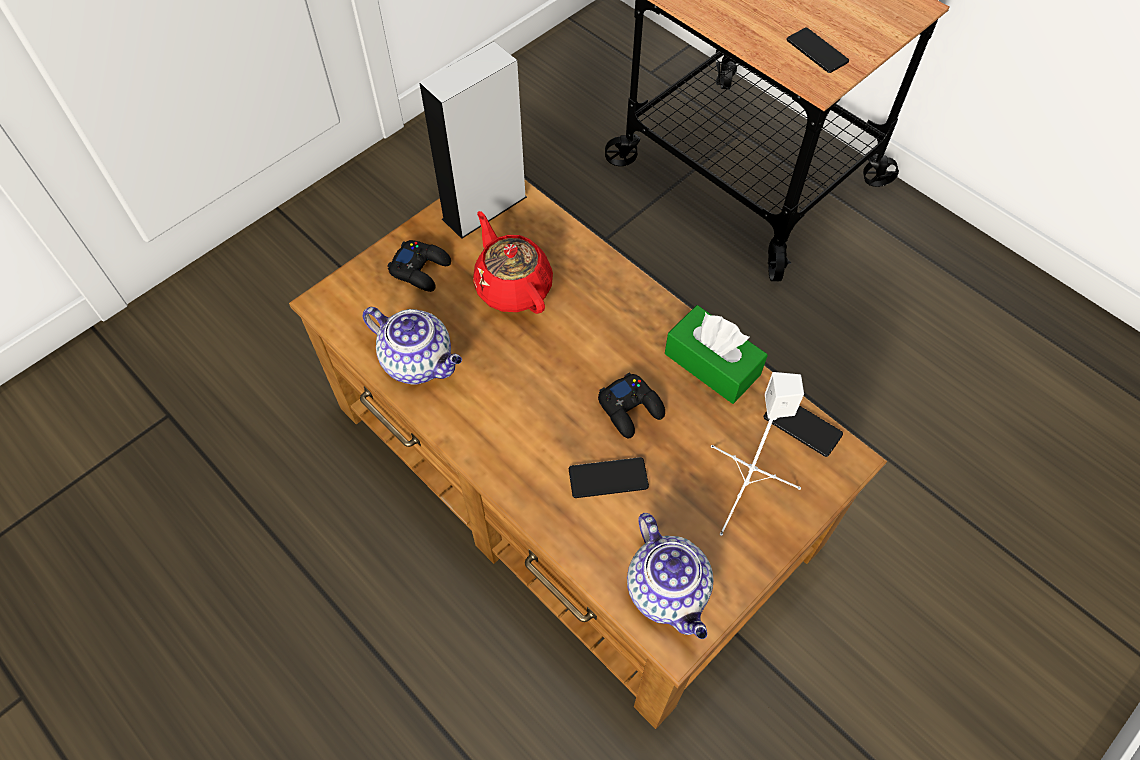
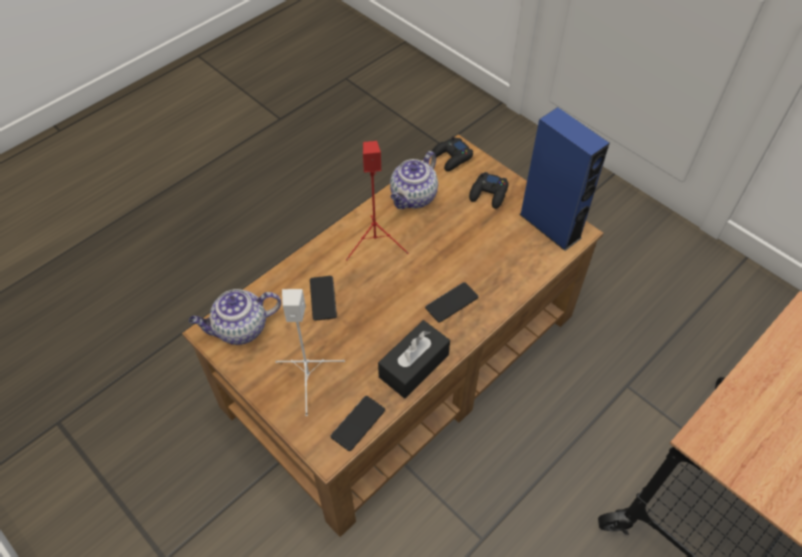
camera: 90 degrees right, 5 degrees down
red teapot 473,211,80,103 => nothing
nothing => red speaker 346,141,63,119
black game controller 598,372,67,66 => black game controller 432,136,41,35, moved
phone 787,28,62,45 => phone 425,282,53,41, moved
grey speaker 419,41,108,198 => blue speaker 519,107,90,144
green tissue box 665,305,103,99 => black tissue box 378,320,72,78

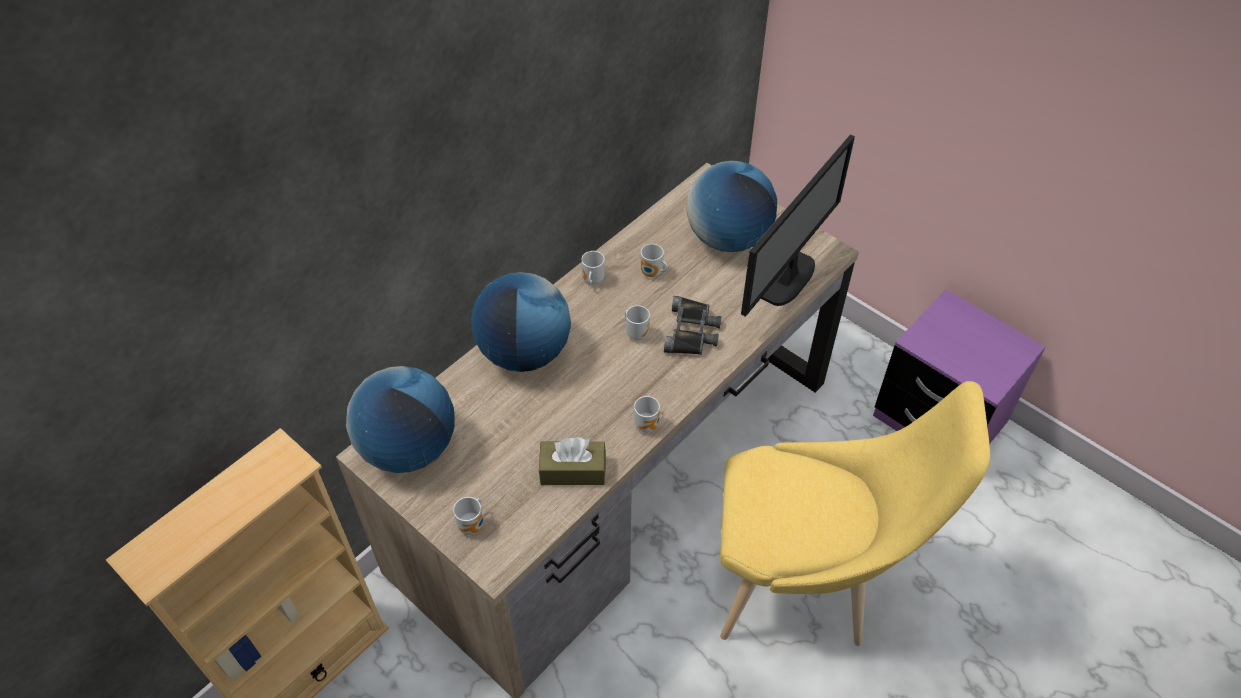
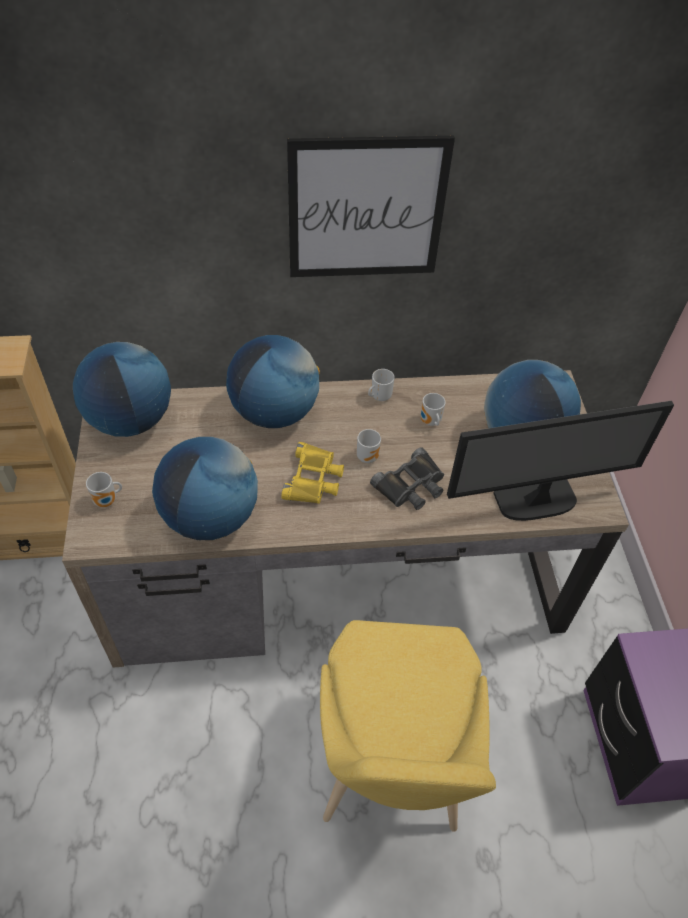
camera: 40 degrees right, 0 degrees up
mug 634,396,26,36 => nothing
nothing => yellow binoculars 281,442,63,62
nothing => picture 287,136,168,141
brown tissue box 539,437,67,48 => globe 152,437,106,103
yellow chair 720,381,270,265 => yellow chair 320,620,176,212, 45 degrees clockwise

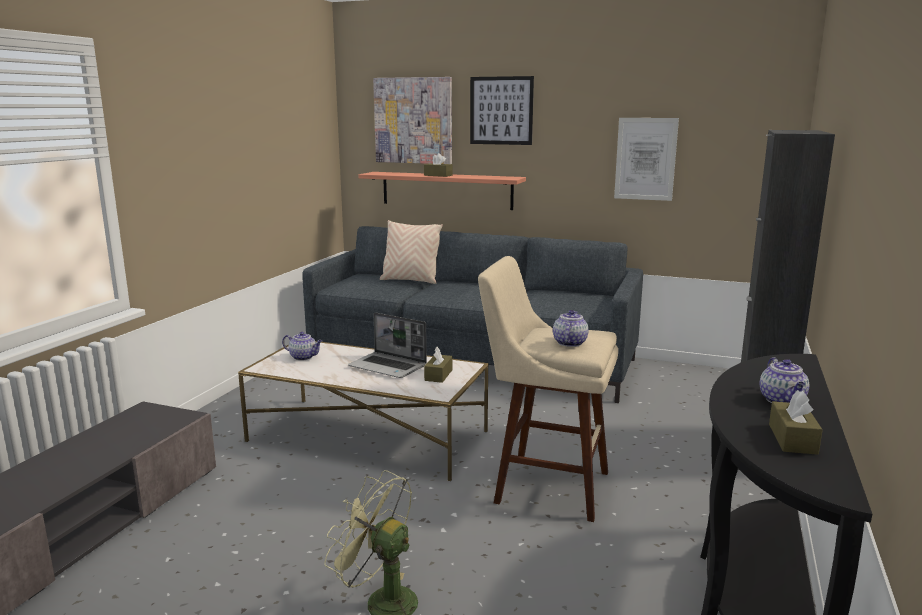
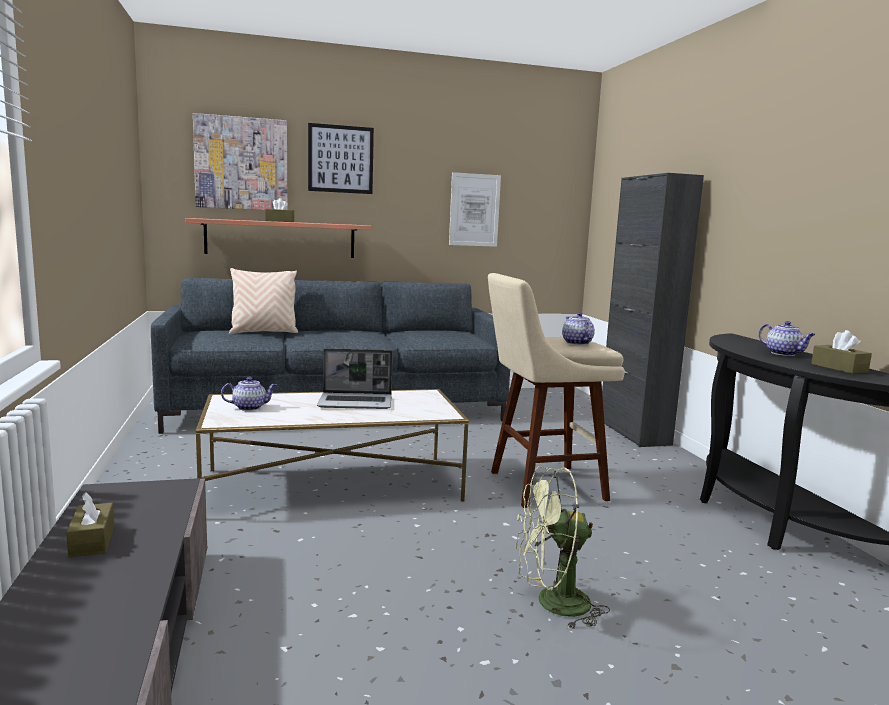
camera: 35 degrees left, 5 degrees down
brown tissue box 424,347,29,36 => brown tissue box 66,492,48,65, moved

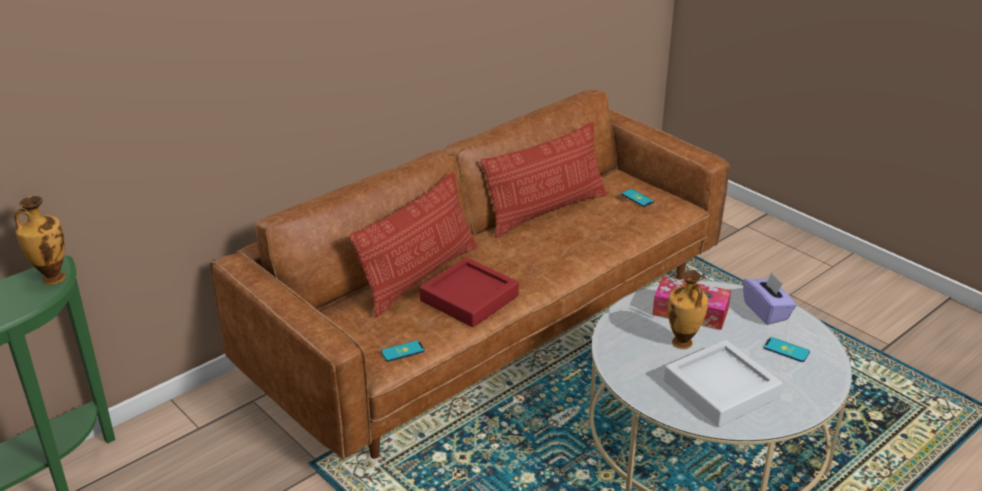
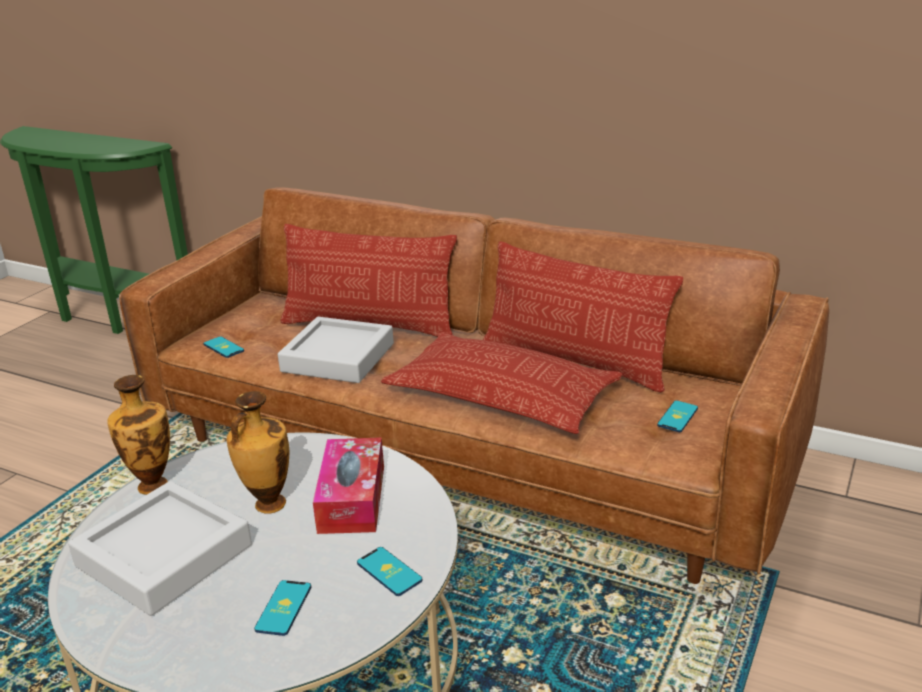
camera: 70 degrees right, 5 degrees down
nothing => pillow 381,332,242,102
vase 14,196,52,89 => vase 107,375,63,120, moved
purple tissue box 743,272,54,52 => phone 357,547,65,49
red tray 419,257,100,70 => grey tray 278,317,116,66

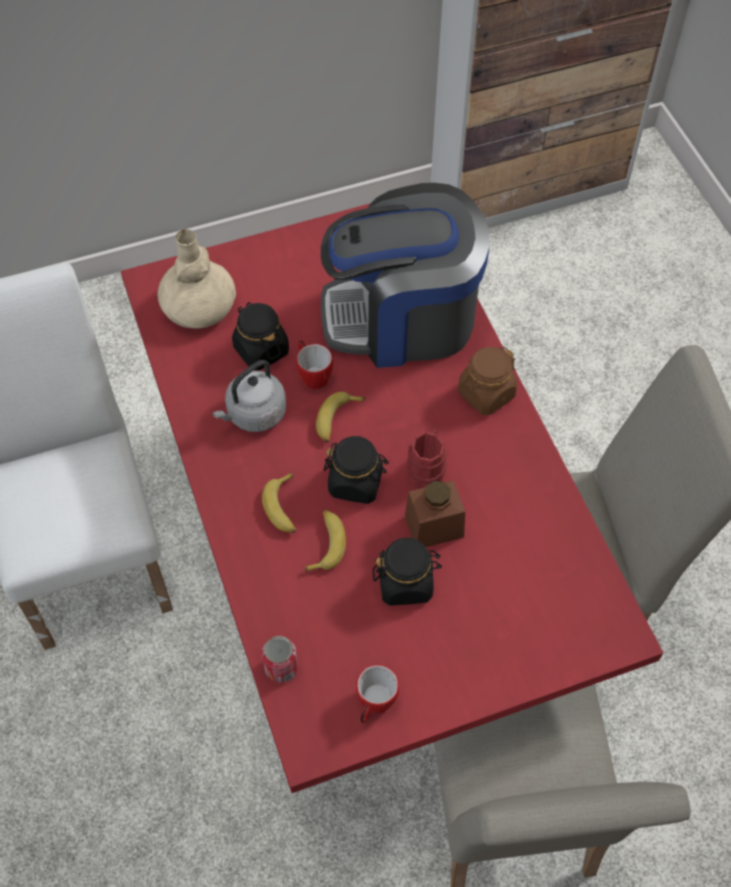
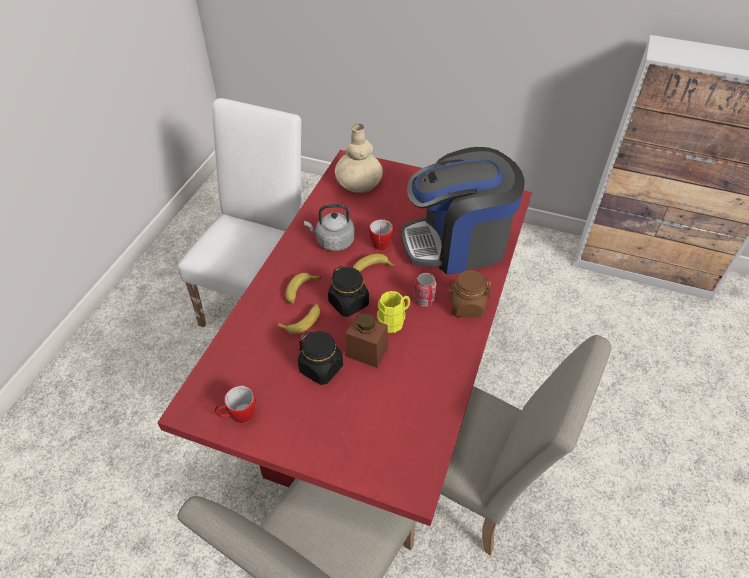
camera: 40 degrees right, 10 degrees down
black jar 232,302,57,68 => nothing
can 262,636,36,47 => can 414,273,22,33, moved
red mug 407,428,40,60 => yellow mug 377,291,33,42
coffee machine 321,183,169,185 => coffee machine 401,147,124,128, 45 degrees counterclockwise

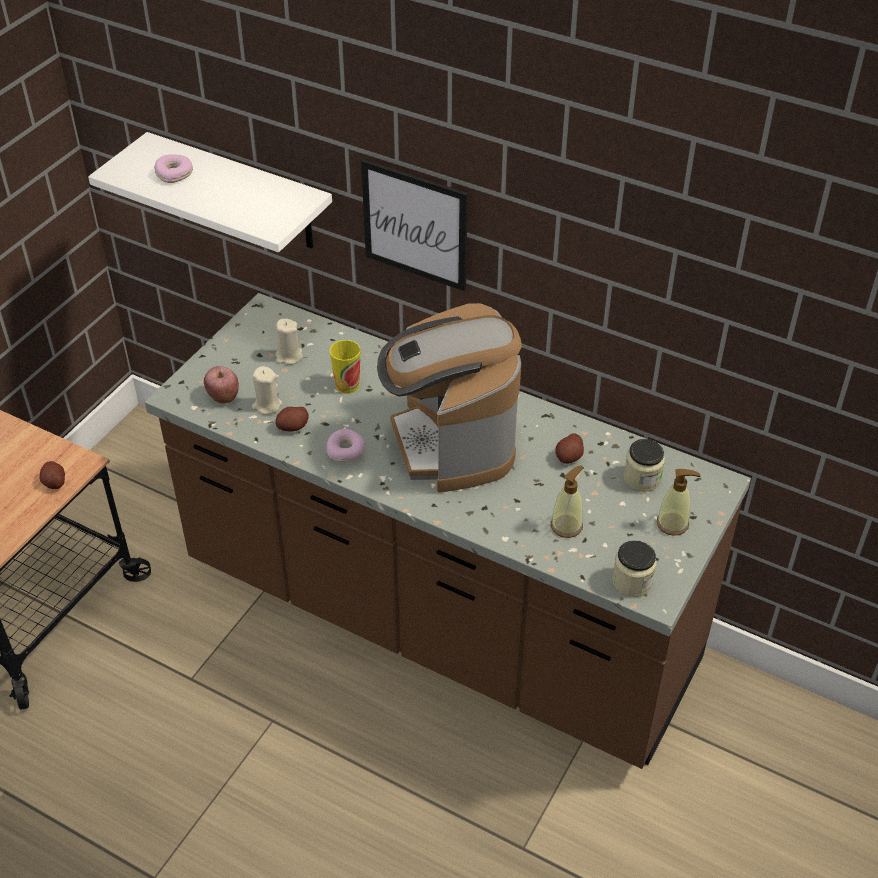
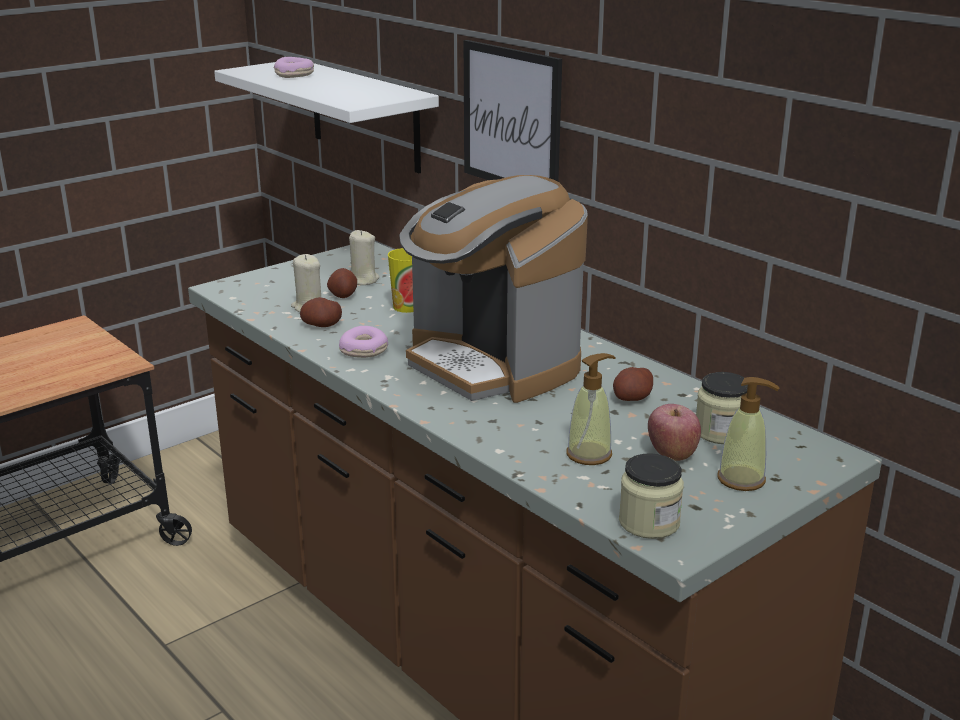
camera: 20 degrees right, 20 degrees down
potato 39,461,26,28 => potato 327,268,30,30, moved
apple 204,366,35,38 => apple 648,404,53,57, moved
coffee machine 377,303,145,190 => coffee machine 399,175,189,228, 45 degrees counterclockwise

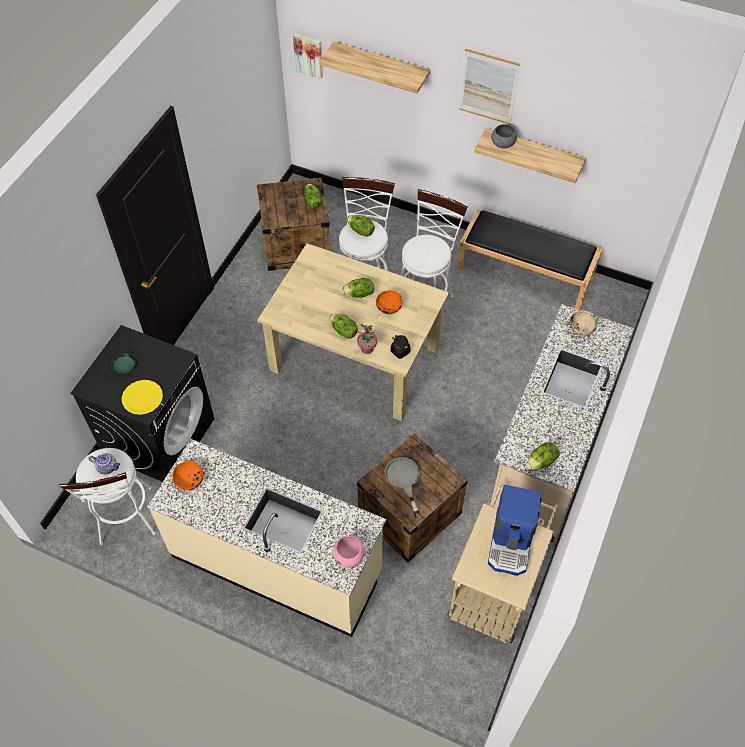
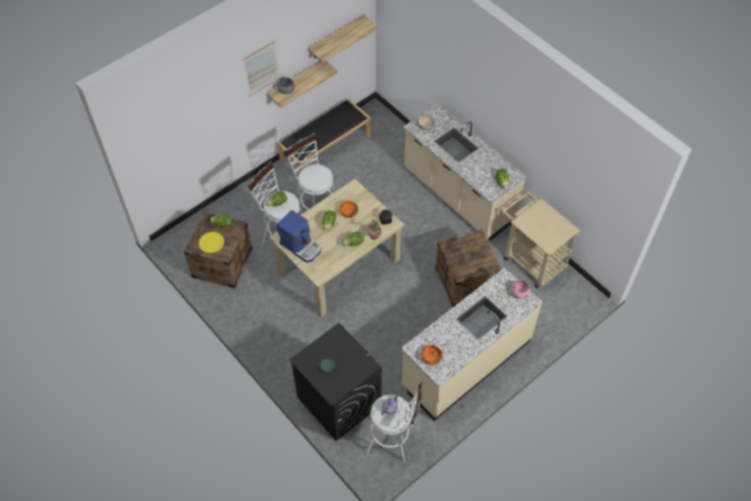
camera: 65 degrees left, 0 degrees up
picture 293,33,30,46 => nothing
grey frying pan 385,457,36,62 => nothing
yellow plate 122,380,41,35 => yellow plate 199,232,25,21, moved
shelf 319,42,111,52 => shelf 308,15,70,48, moved
coffee machine 488,485,54,91 => coffee machine 277,210,44,53, moved

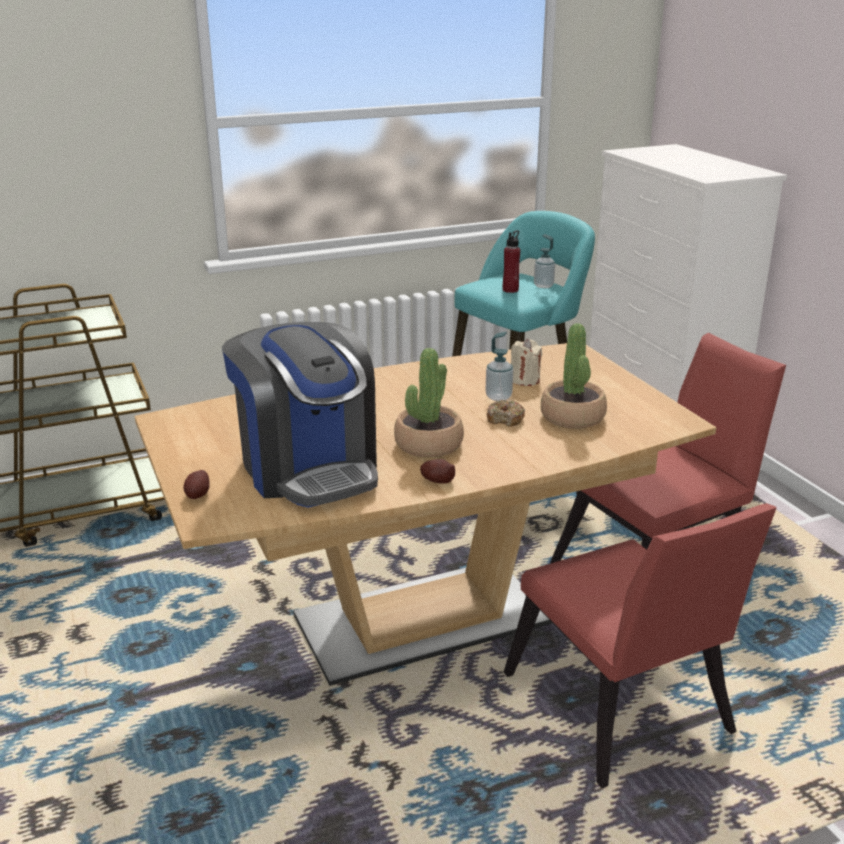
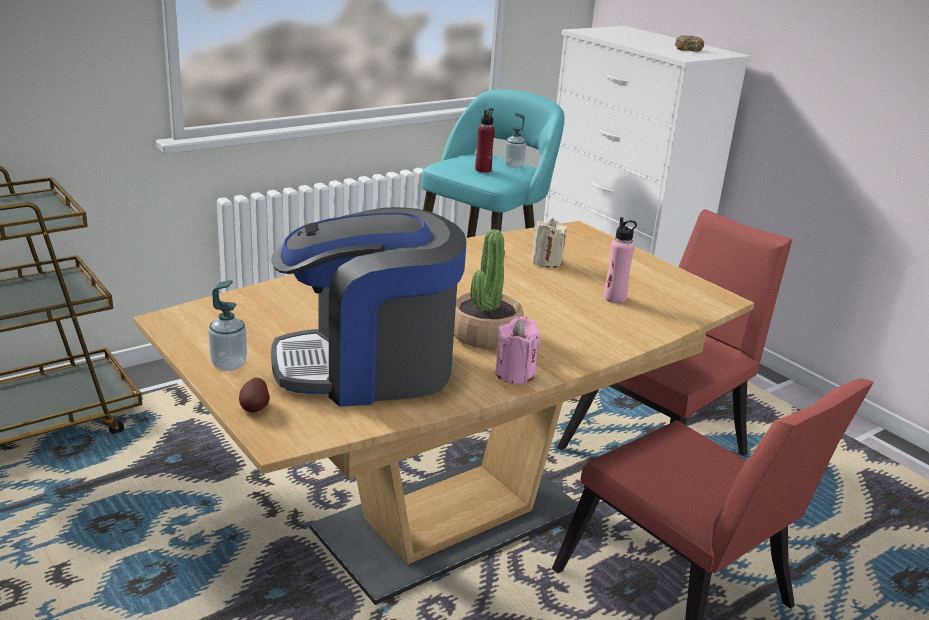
camera: 15 degrees left, 0 degrees up
soap dispenser 485,332,28,69 => soap dispenser 208,280,39,91, moved
donut 487,400,38,27 => donut 675,35,29,17, moved
potato 420,459,35,25 => pink candle 495,317,45,67
potted plant 541,323,66,106 => pink bottle 604,217,33,86
coffee machine 222,322,156,186 => coffee machine 271,207,196,200, 120 degrees clockwise

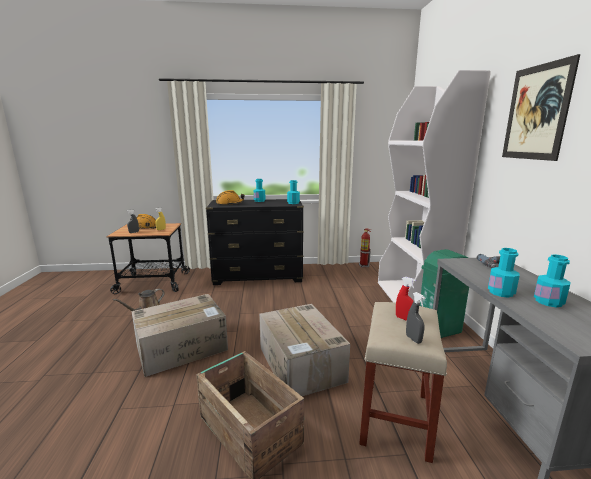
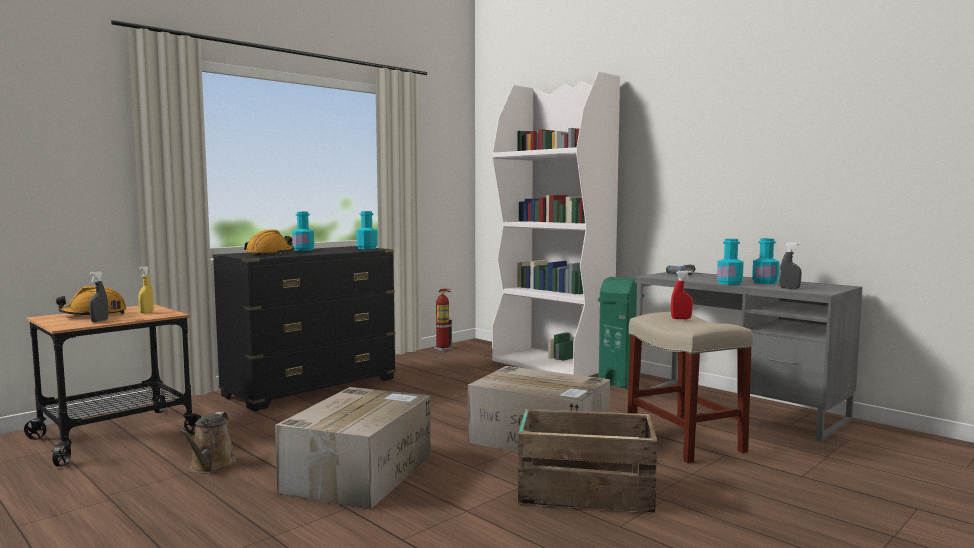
camera: 40 degrees left, 10 degrees down
picture 502,54,78,107 => nothing
grey spray bottle 406,292,20,52 => grey spray bottle 779,242,23,47, moved

